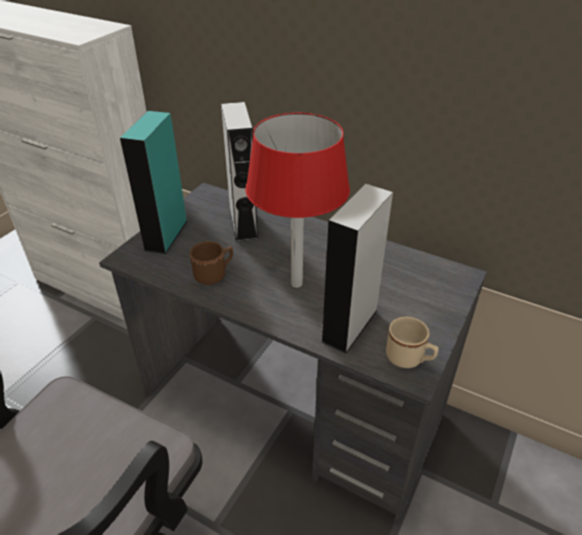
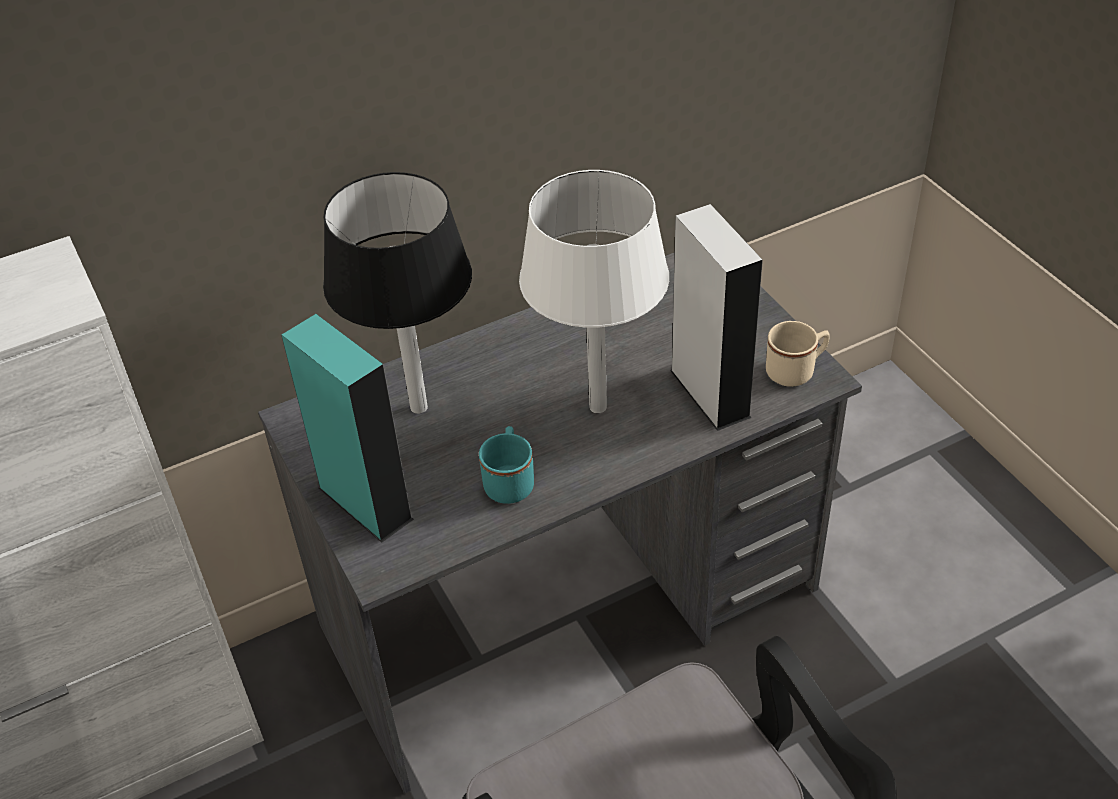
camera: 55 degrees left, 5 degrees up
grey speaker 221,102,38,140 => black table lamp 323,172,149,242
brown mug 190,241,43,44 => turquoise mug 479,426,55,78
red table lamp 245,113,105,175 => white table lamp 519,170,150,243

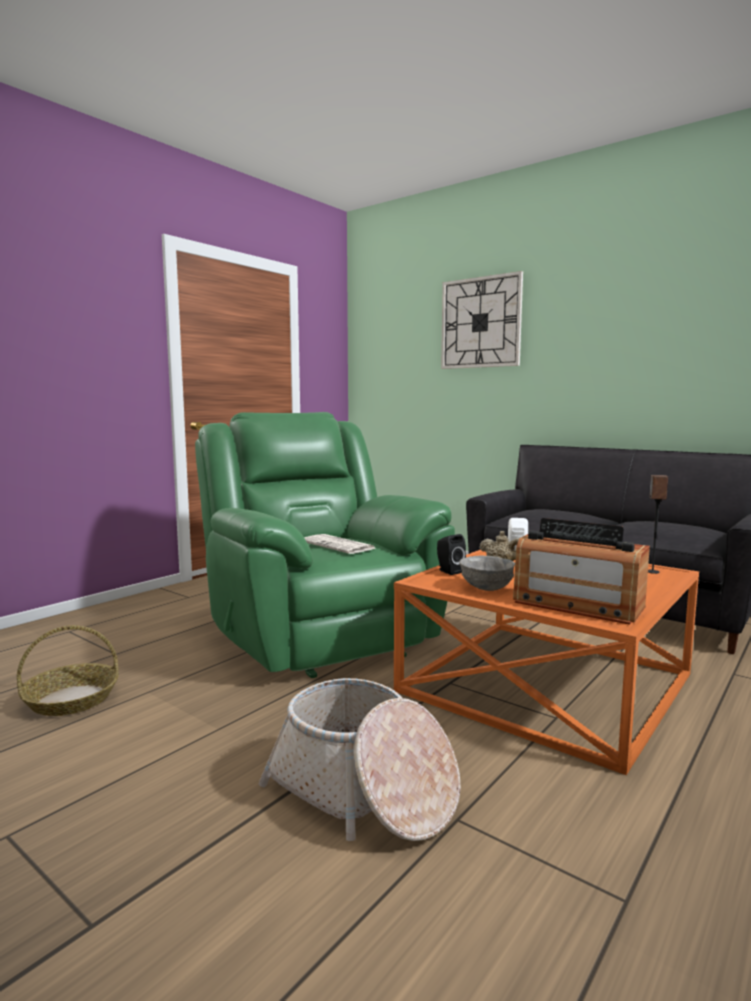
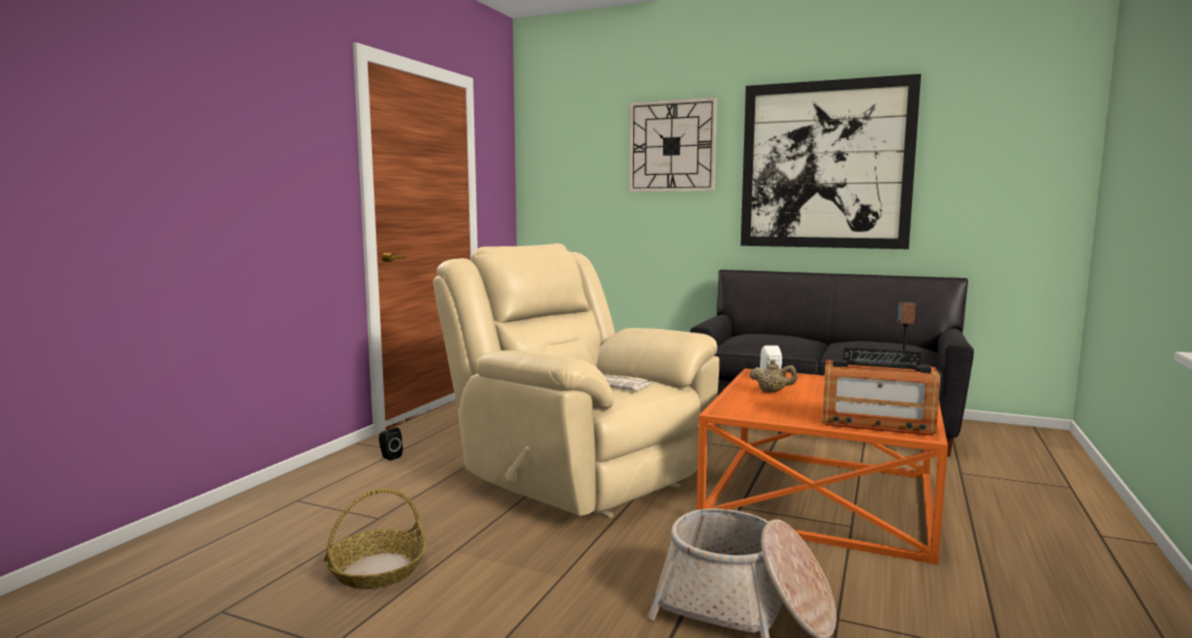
camera: 15 degrees left, 0 degrees up
grey bowl 459,556,56,35 => nothing
nothing => picture 741,74,180,175
black speaker 437,534,29,41 => black speaker 379,427,24,34, moved
green armchair 195,412,260,266 => beige armchair 433,243,286,275

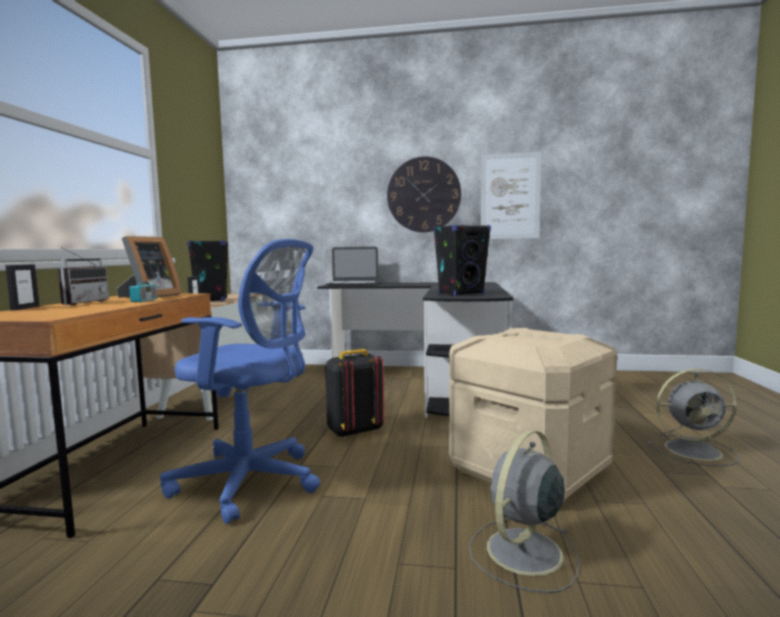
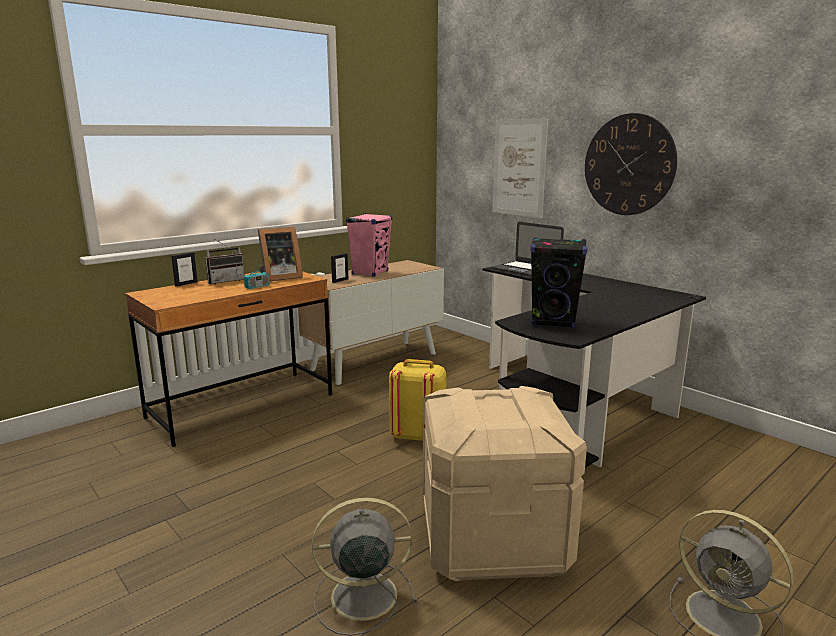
camera: 40 degrees right, 10 degrees up
blue office chair 160,239,160,285 => nothing
picture 481,152,60,87 => picture 492,118,56,100, moved
black speaker 187,240,41,61 => pink speaker 346,213,46,64
black backpack 325,349,59,89 => yellow backpack 389,359,57,82

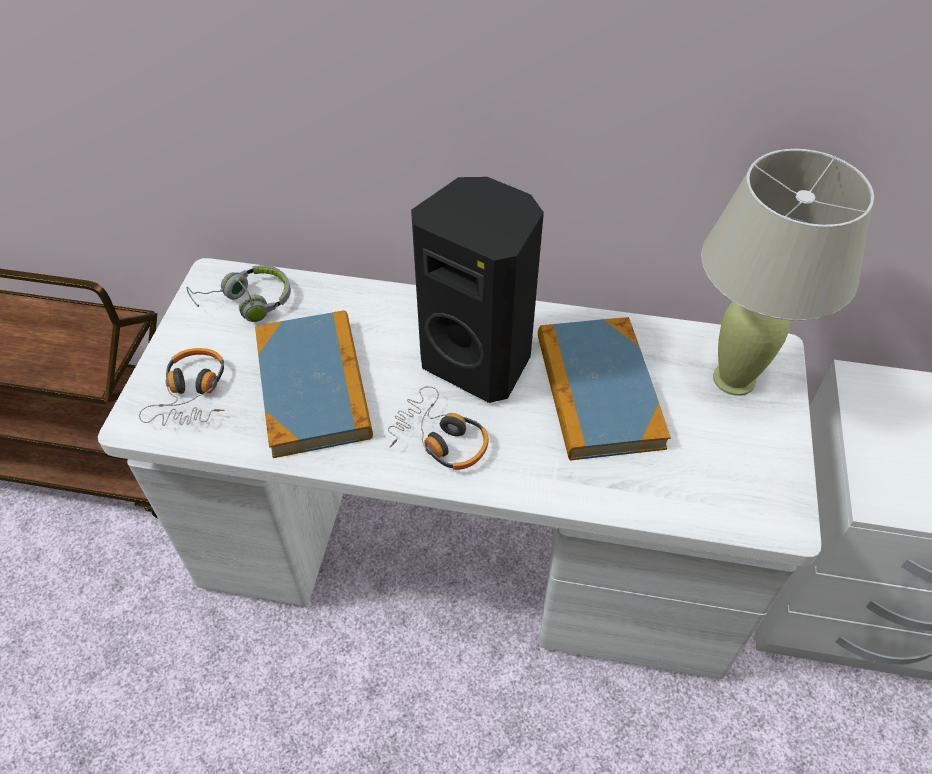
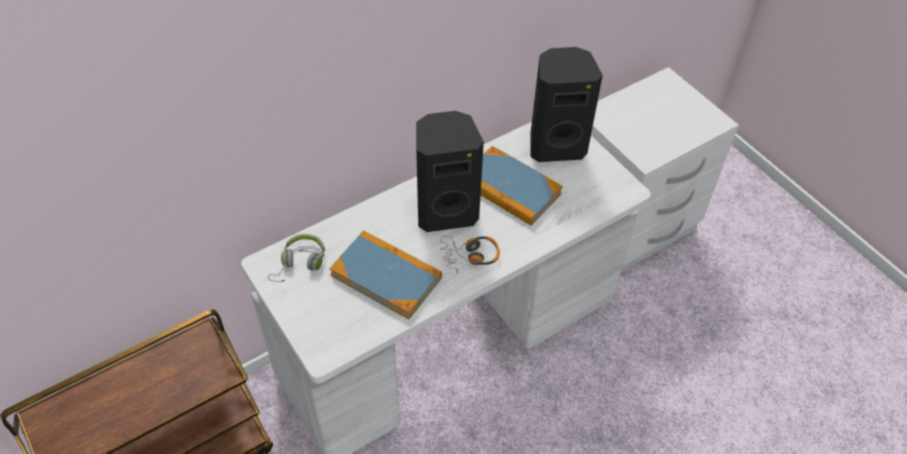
camera: 45 degrees left, 0 degrees up
headphones 139,348,86,78 => nothing
beige table lamp 701,149,173,247 => black speaker 530,47,73,115

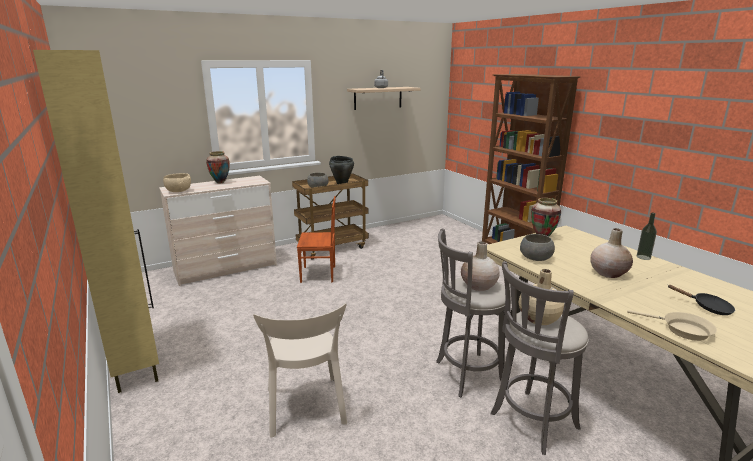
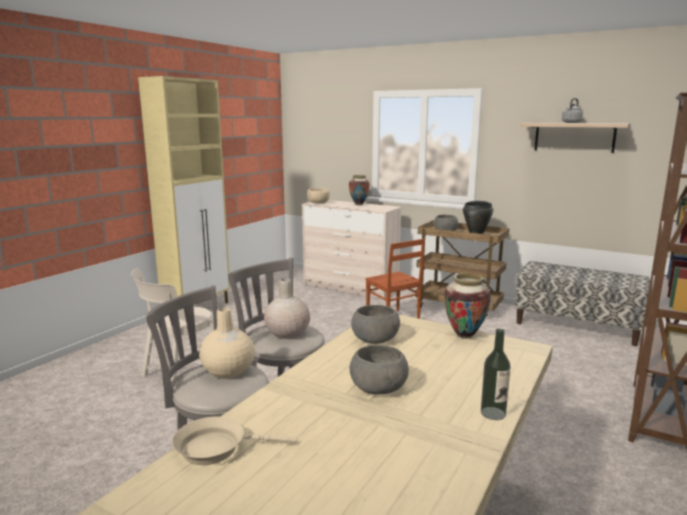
camera: 60 degrees right, 5 degrees down
black frying pan 668,285,67,30 => nothing
nothing => bench 515,261,135,85
beige vase 590,228,43,50 => grey bowl 350,345,59,49
beige frying pan 627,310,90,31 => beige frying pan 172,417,125,48, 75 degrees clockwise

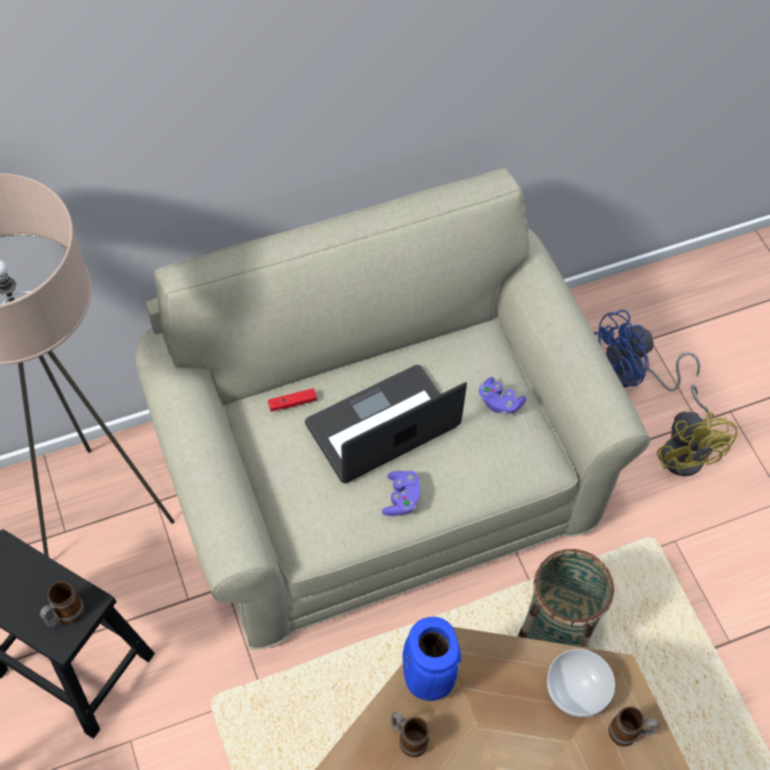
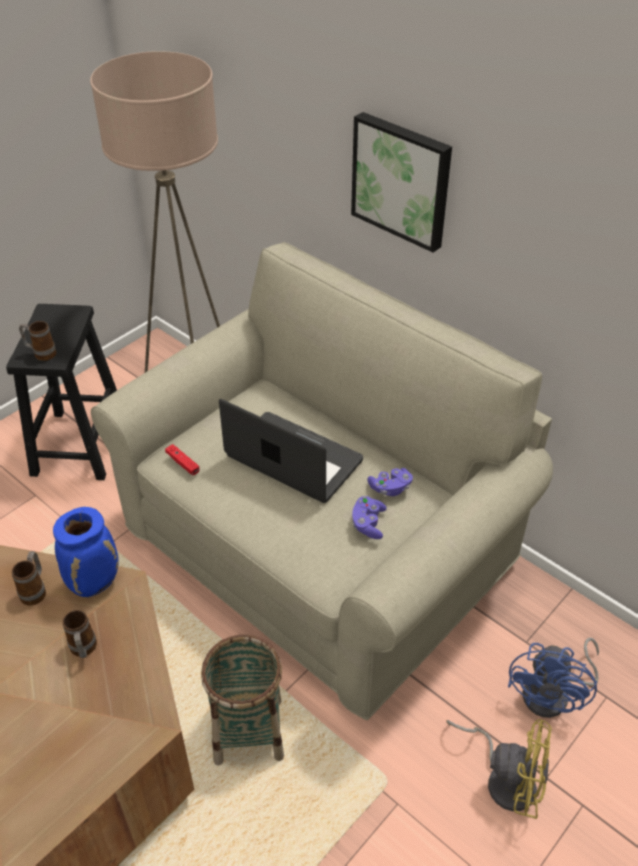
camera: 65 degrees right, 15 degrees down
bowl 547,649,68,68 => nothing
nothing => picture 351,112,101,140
red game controller 268,388,49,24 => red game controller 165,444,35,31, moved
purple game controller 382,471,38,45 => purple game controller 367,468,46,28, moved
mug 608,706,51,40 => mug 63,610,34,48, moved
blue fan 594,310,106,81 => blue fan 508,638,91,80, 105 degrees counterclockwise
yellow fan 657,384,81,92 => yellow fan 446,719,106,100, 120 degrees counterclockwise

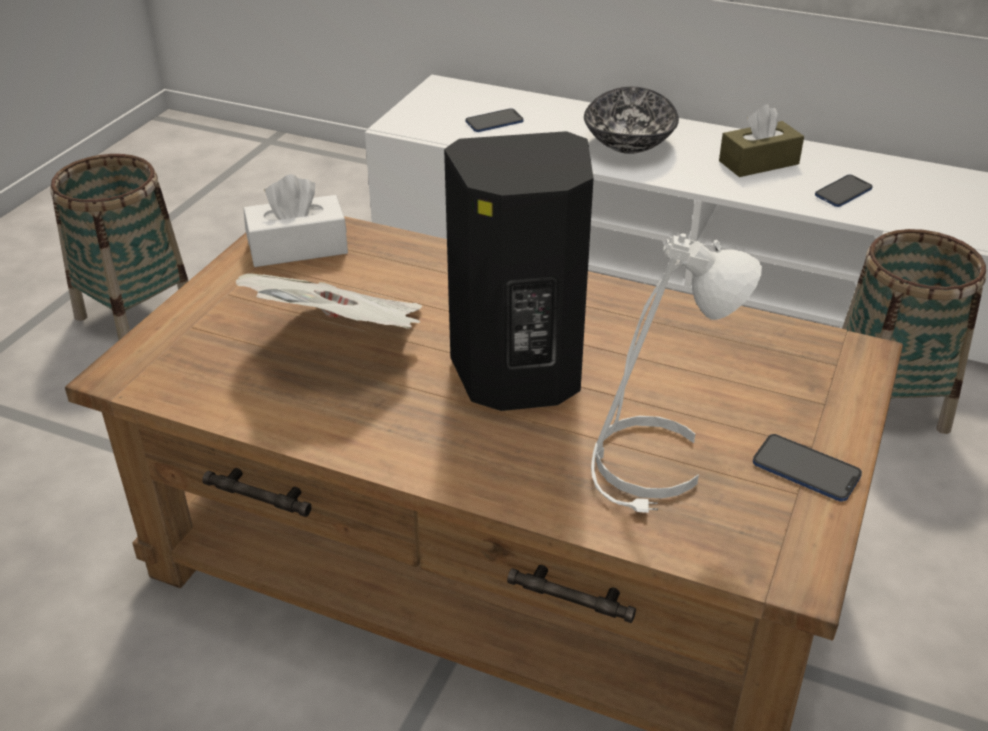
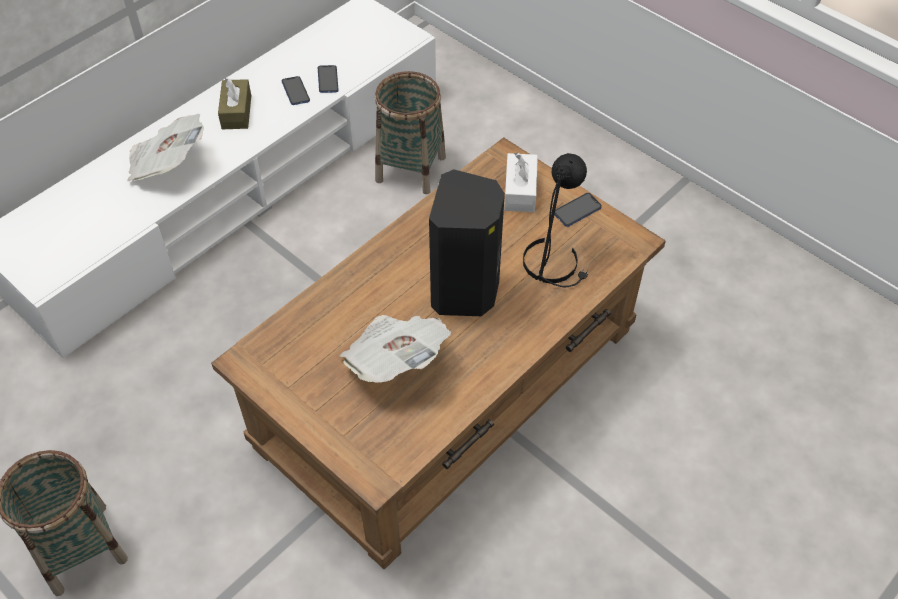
camera: 70 degrees left, 15 degrees up
white tissue box 243,174,105,93 => white tissue box 504,152,34,60, moved
phone 466,108,58,24 => phone 318,65,21,28, moved
bowl 584,87,95,67 => newspaper 127,114,77,68
white table lamp 591,233,171,280 => black table lamp 523,153,65,135

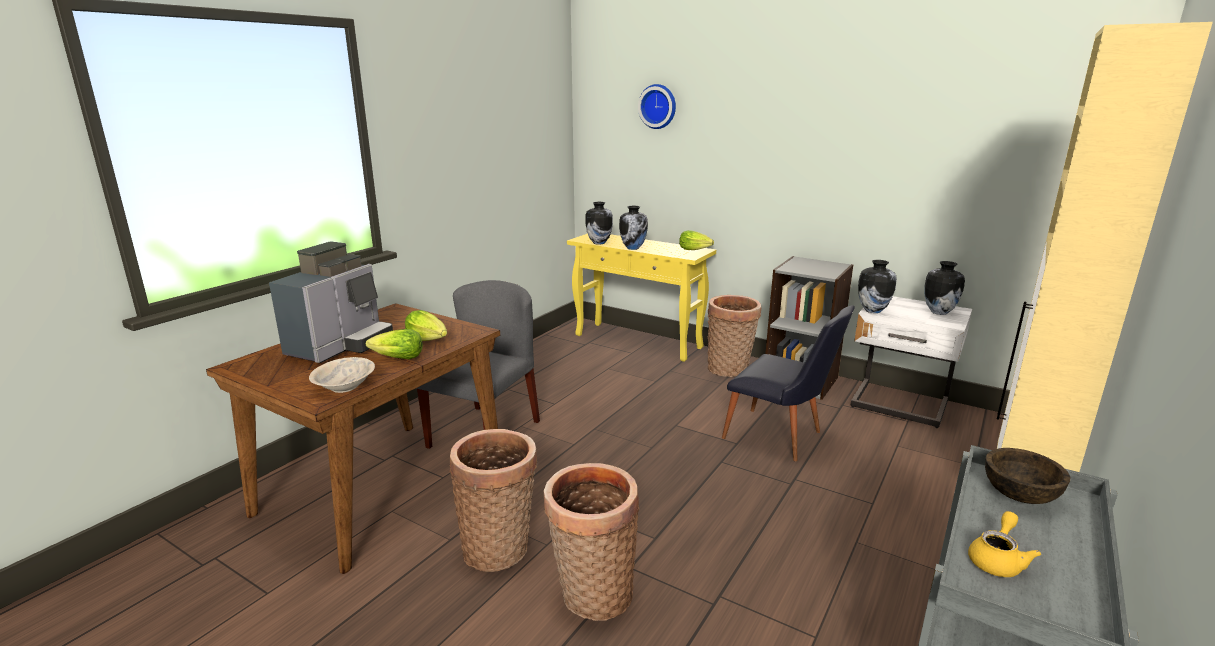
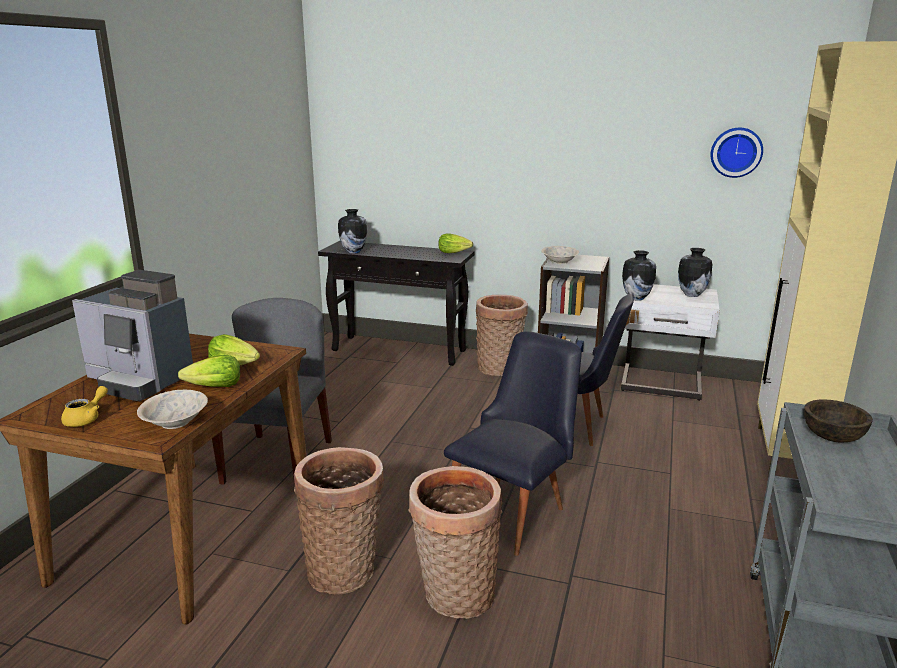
camera: 15 degrees left, 0 degrees up
vase 619,206,29,44 => nothing
nothing => black chair 444,331,138,225
nothing => beige bowl 541,246,38,18
wall clock 638,84,38,45 => wall clock 711,128,52,50, moved
yellow teapot 968,511,73,66 => yellow teapot 61,386,47,41, moved
yellow console table 567,233,149,129 => black console table 318,241,157,125
coffee machine 269,242,124,121 => coffee machine 72,270,121,132, 105 degrees clockwise

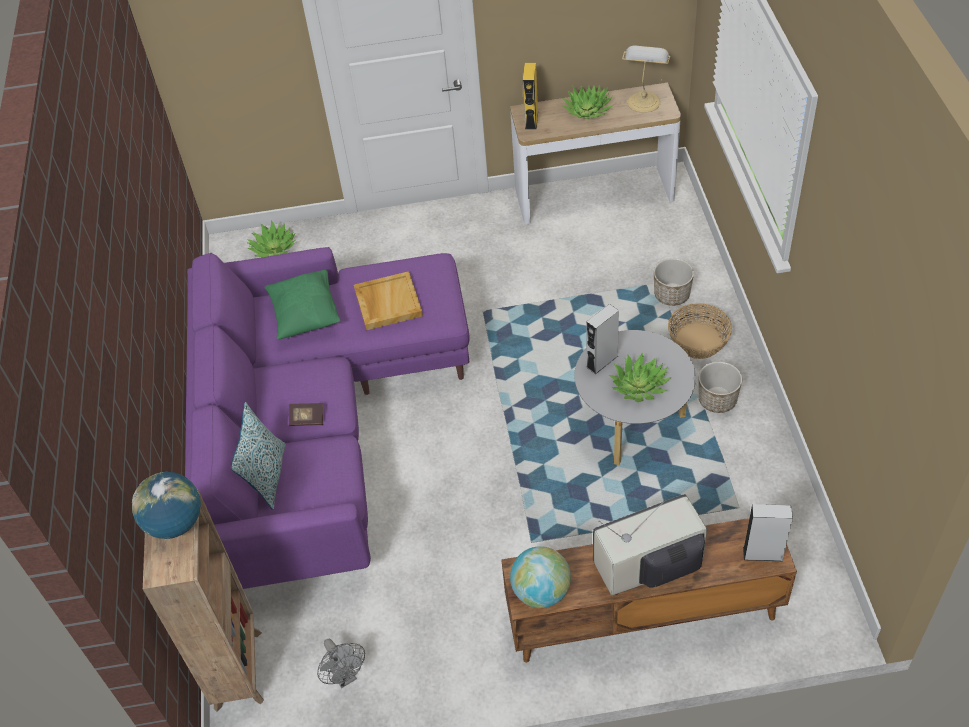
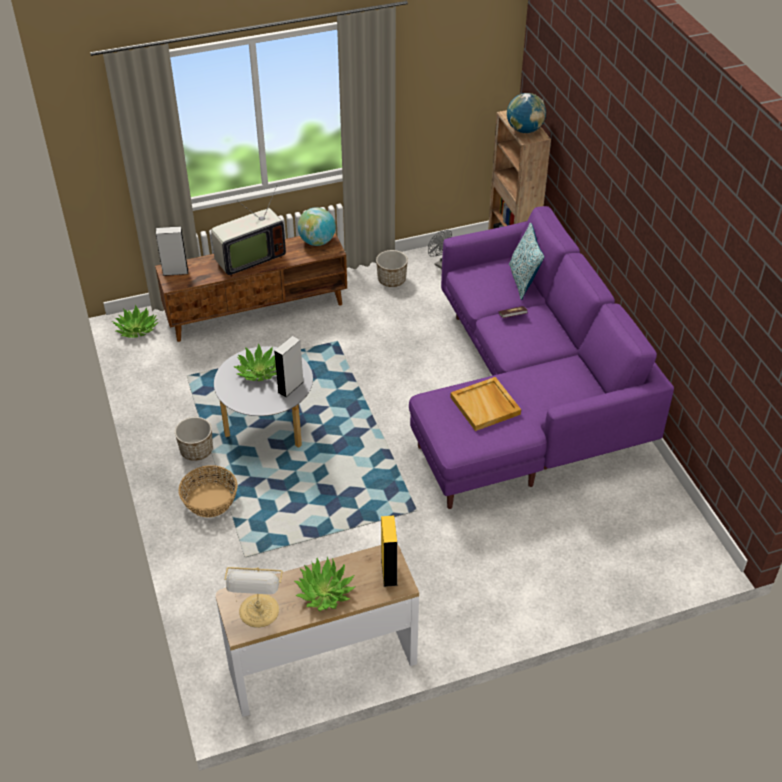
camera: 165 degrees right, 5 degrees down
green pillow 264,270,76,69 => nothing
potted plant 247,220,48,37 => potted plant 112,305,46,33, moved
planter 654,258,40,48 => planter 376,250,32,37, moved

